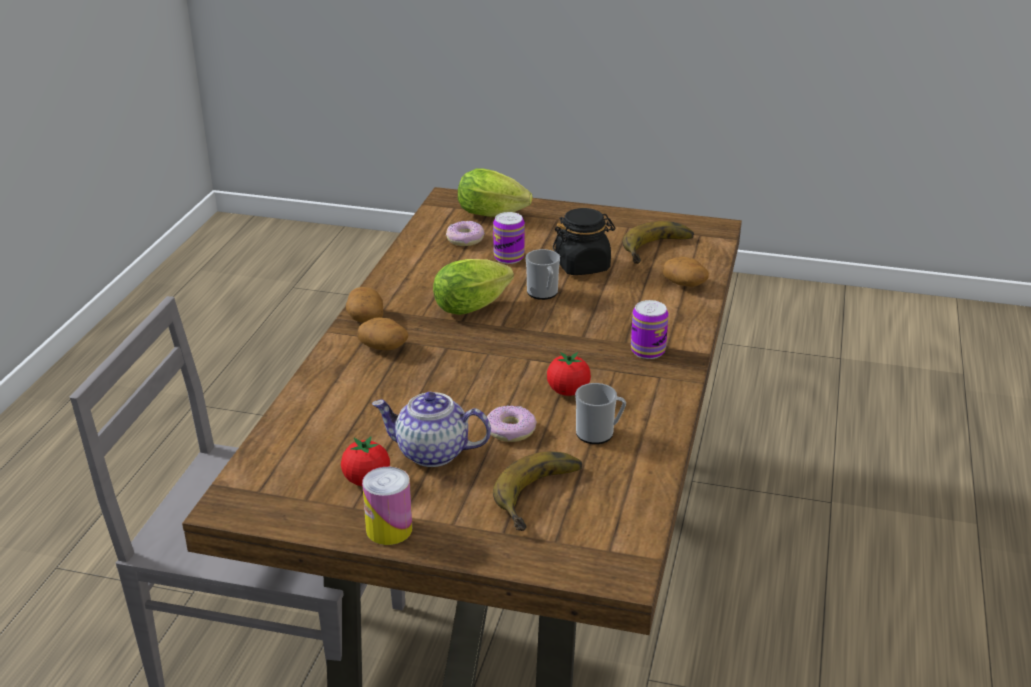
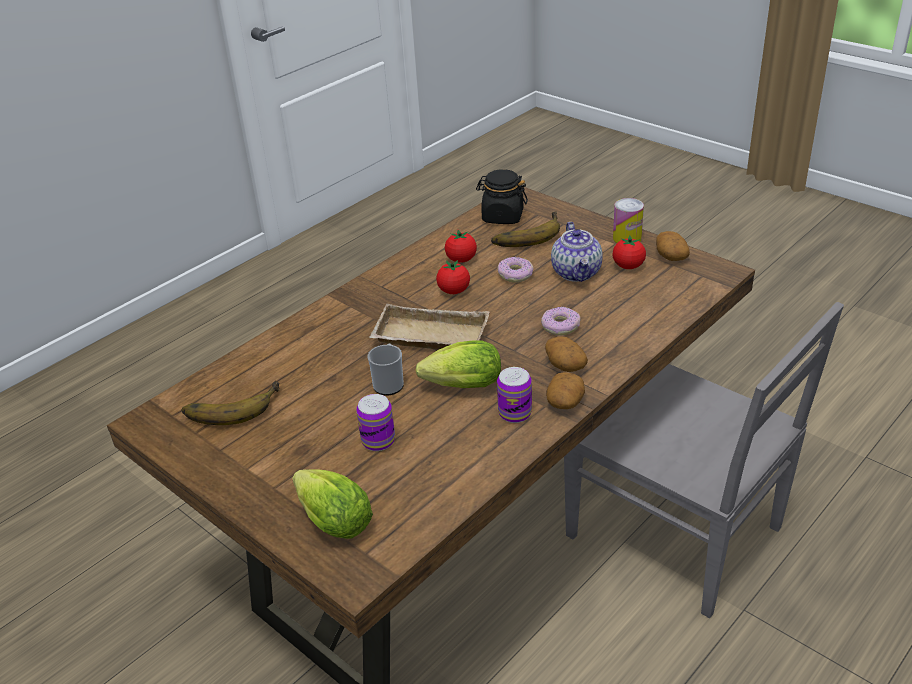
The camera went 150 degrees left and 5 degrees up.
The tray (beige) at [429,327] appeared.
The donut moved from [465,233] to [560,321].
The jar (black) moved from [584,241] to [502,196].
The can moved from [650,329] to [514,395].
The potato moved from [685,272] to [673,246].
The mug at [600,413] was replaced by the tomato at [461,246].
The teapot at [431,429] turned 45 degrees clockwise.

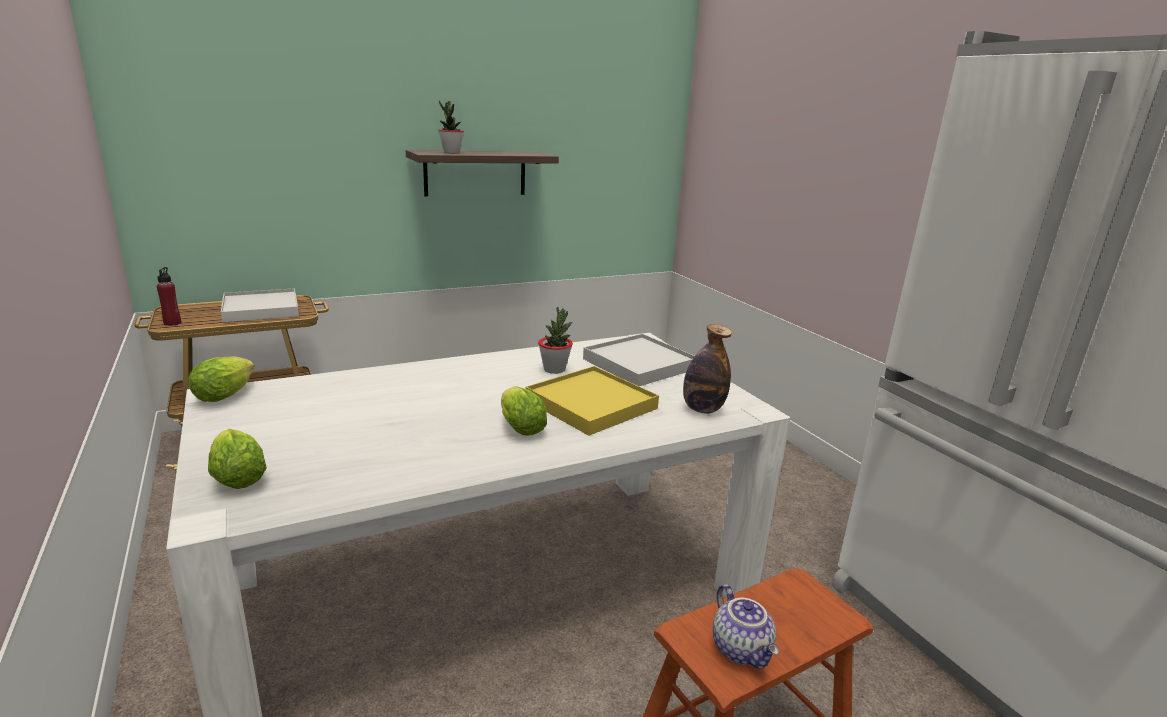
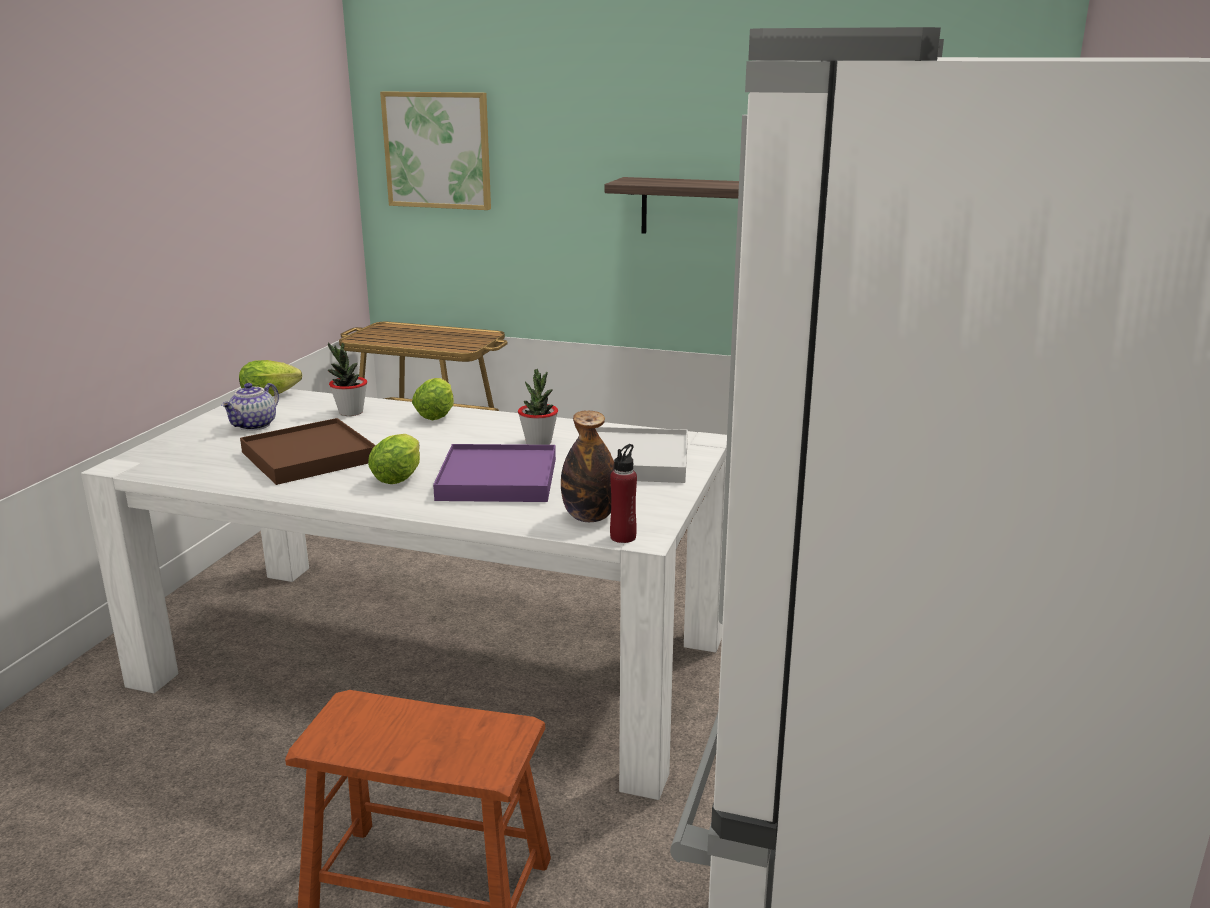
The camera went 45 degrees right and 0 degrees up.
The tray (white) at [260,305] disappeared.
The tray (brown) at [308,451] appeared.
The picture at [435,150] appeared.
The bottle (red) moved from [169,296] to [623,493].
The lettuce moved from [237,459] to [433,399].
The potted plant moved from [451,127] to [347,379].
The teapot moved from [746,626] to [250,407].
The tray (yellow) at [592,401] became the tray (purple) at [494,473].

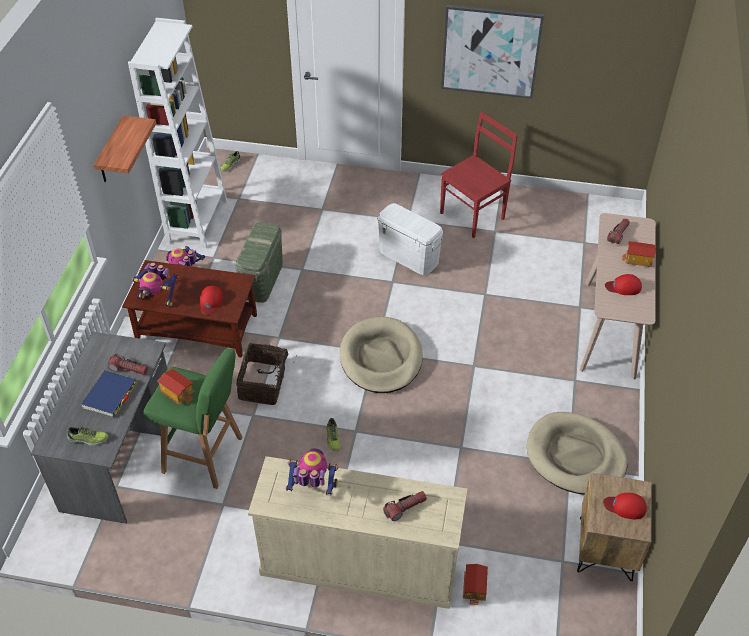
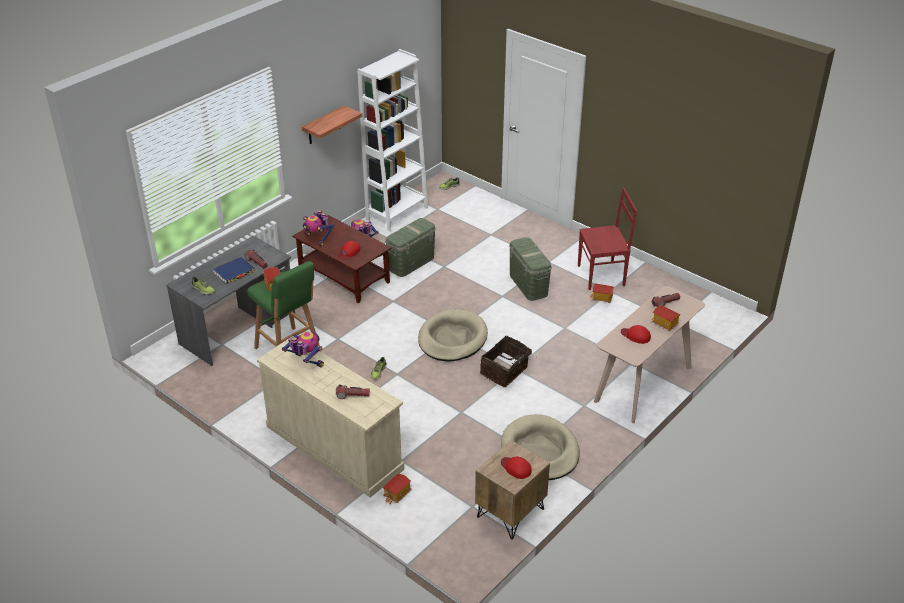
The camera went 30 degrees right and 10 degrees down.
The picture at [492,52] disappeared.
The toy house at [602,293] appeared.
The basket moved from [266,374] to [508,361].
The storage box (white) at [410,239] became the storage box (green) at [530,269].

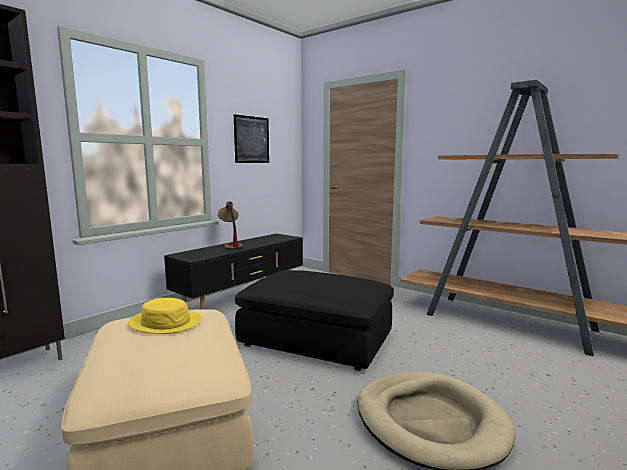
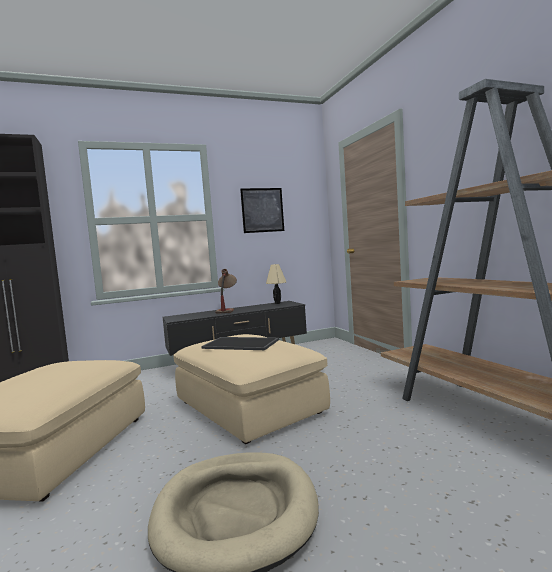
The camera went 30 degrees right and 5 degrees down.
The hat (yellow) at [165,316] disappeared.
The tray at [240,343] appeared.
The table lamp (beige) at [276,284] appeared.
The ottoman (black) at [314,320] became the ottoman (beige) at [251,389].

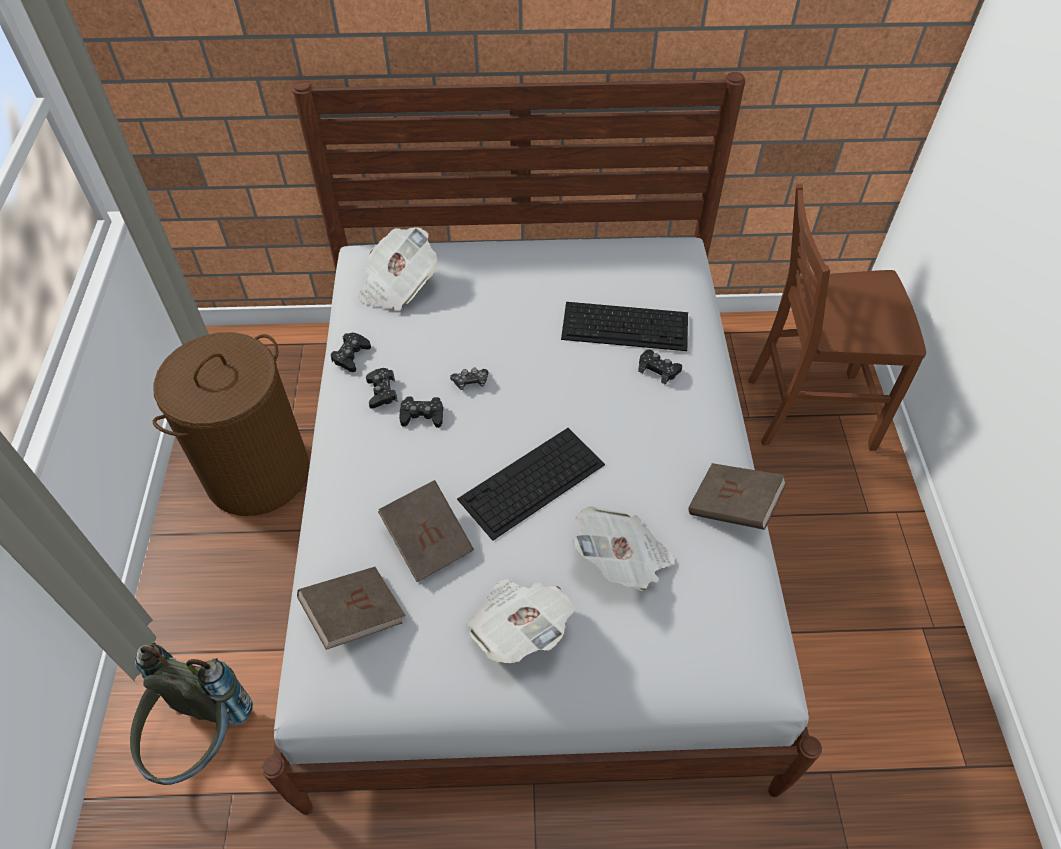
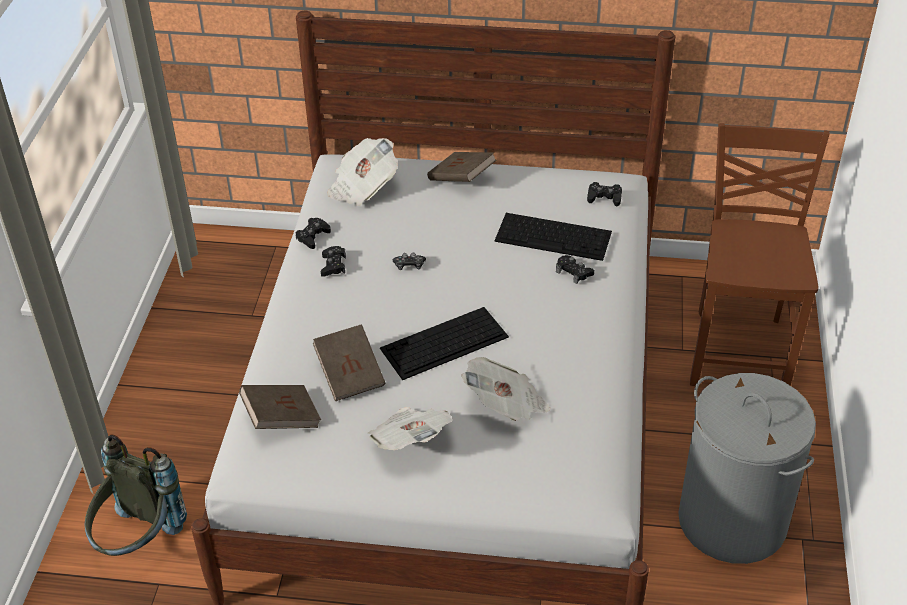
The camera went 10 degrees right and 10 degrees down.
The laundry basket (brown) at [231,424] disappeared.
The laundry basket (grey) at [747,468] appeared.
The game controller (black) moved from [421,412] to [604,194].
The book (brown) moved from [738,496] to [461,167].
The chair (brown) at [837,317] turned 90 degrees clockwise.

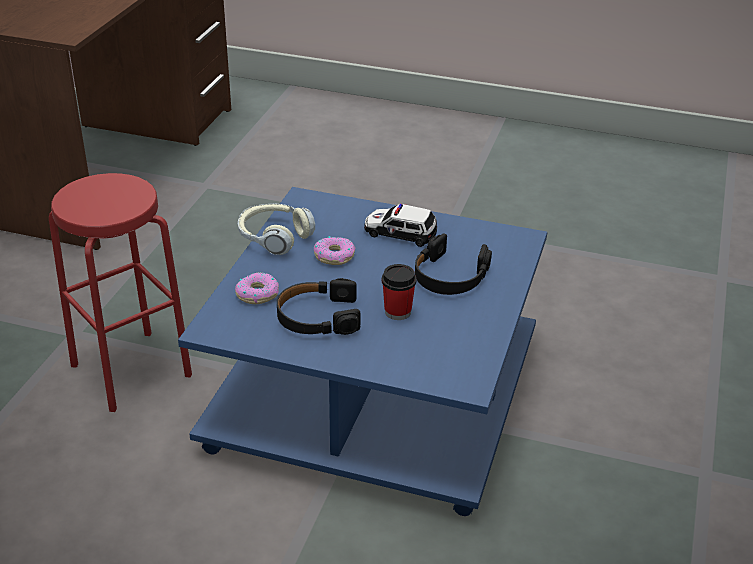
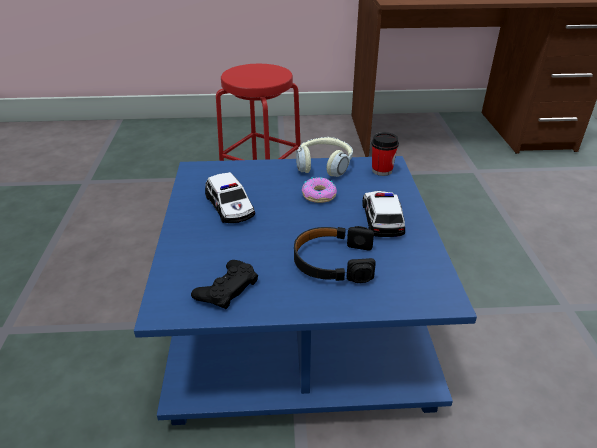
The camera went 70 degrees right and 0 degrees up.
The donut at [257,288] disappeared.
The game controller (black) at [224,284] appeared.
The cup moved from [399,292] to [385,154].
The headphones (black) at [319,306] was replaced by the toy car at [230,197].

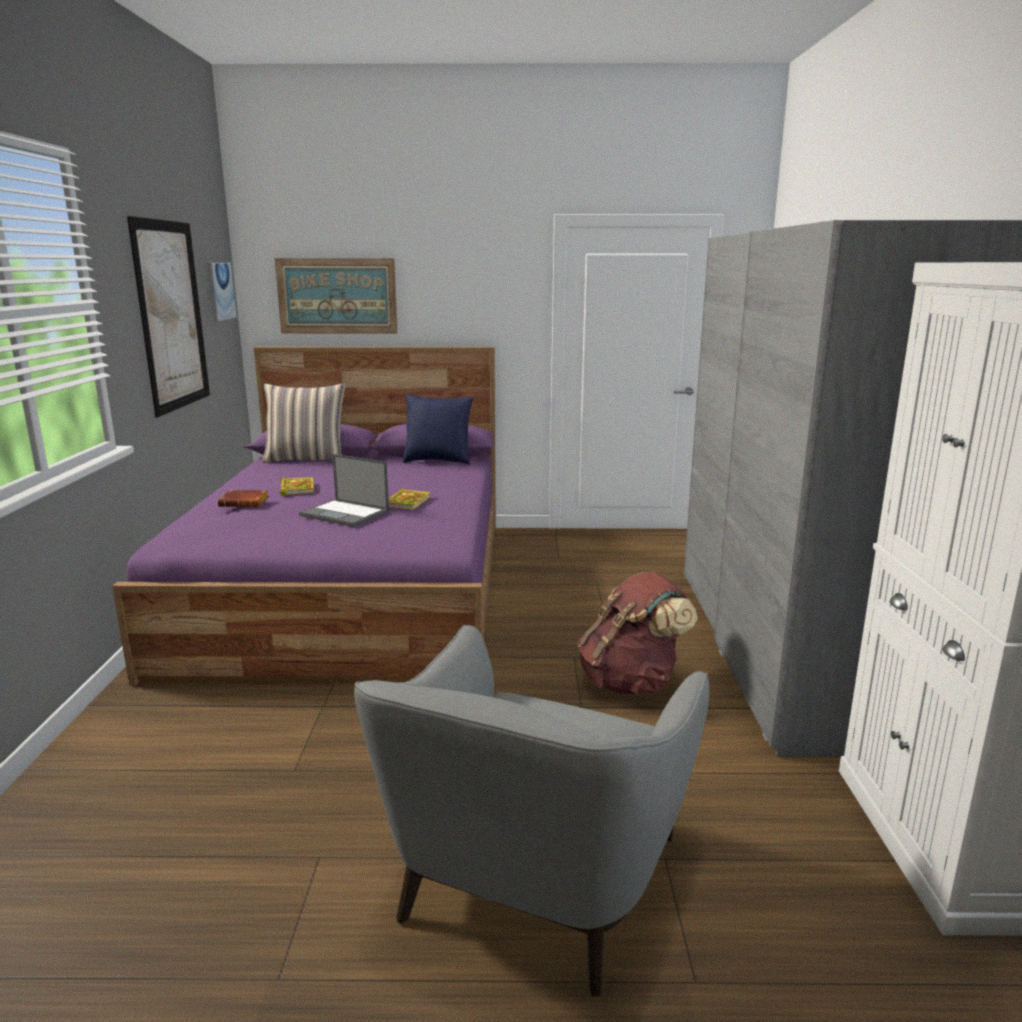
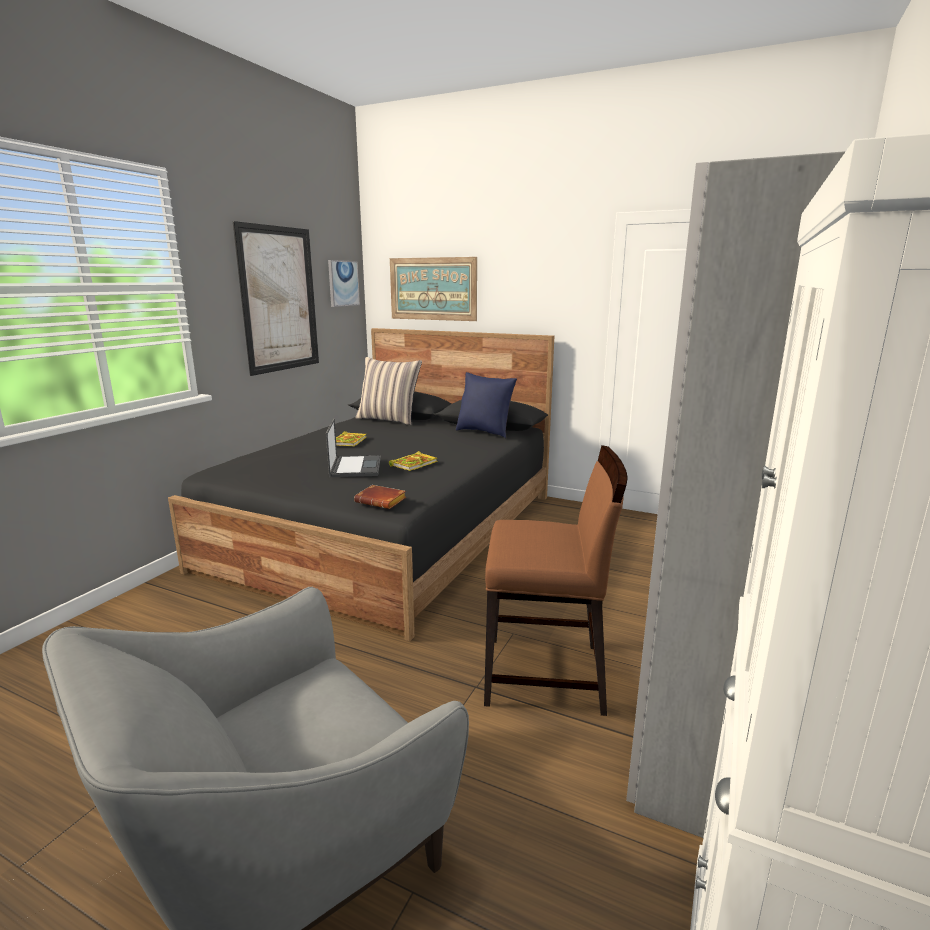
The camera went 25 degrees right and 0 degrees up.
The book (brown) moved from [243,498] to [380,497].
The backpack (brown) at [637,633] was replaced by the chair (brown) at [555,580].
The bed (purple) at [304,516] became the bed (black) at [361,484].
The laptop at [344,490] turned 150 degrees counterclockwise.

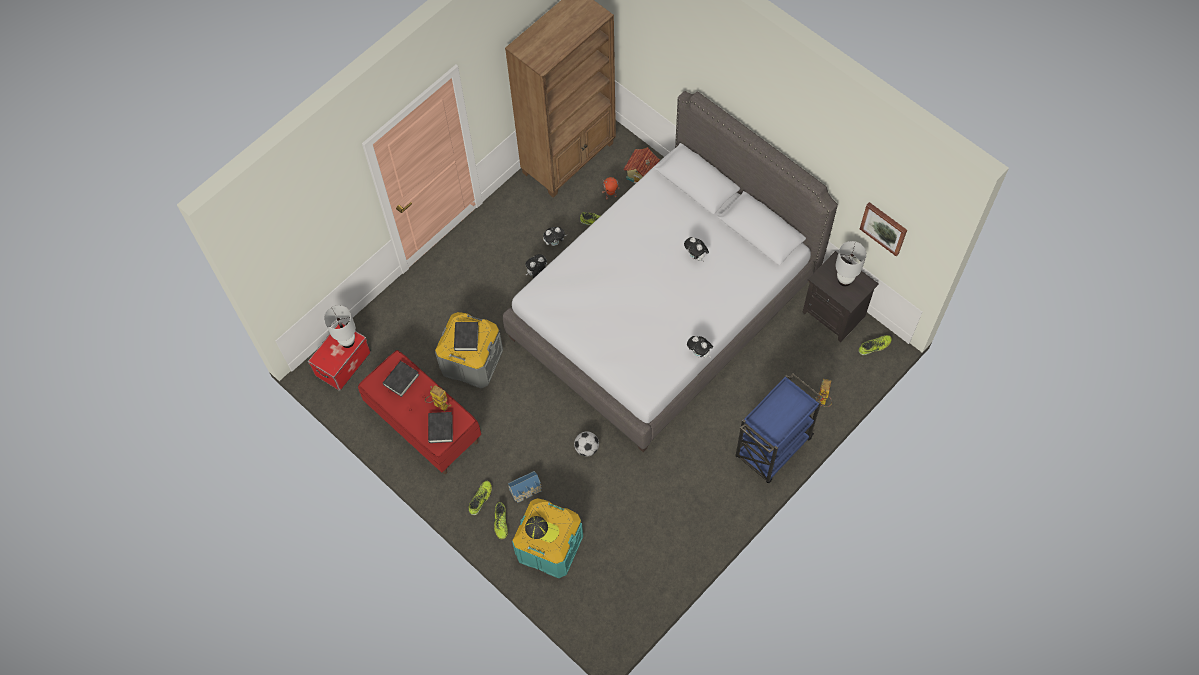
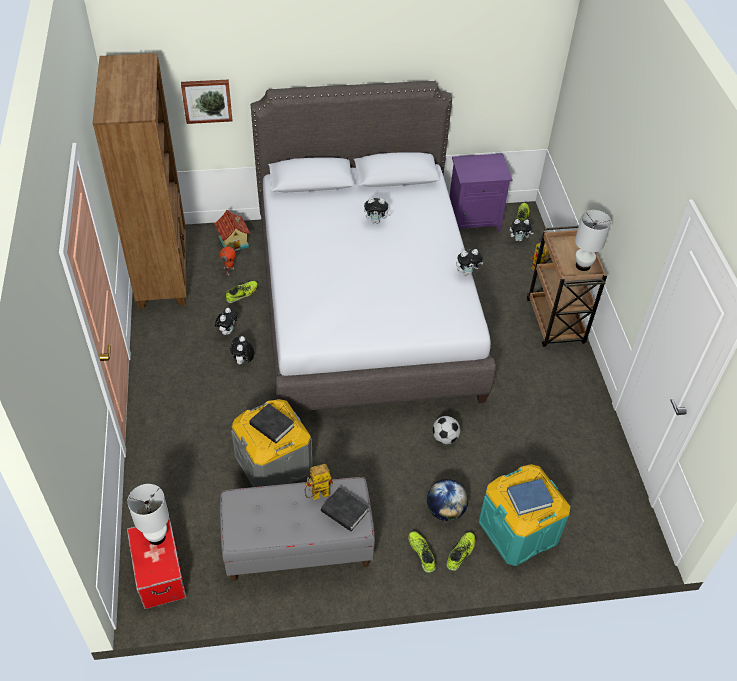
The camera went 55 degrees left and 15 degrees down.
The book (black) at [401,379] disappeared.
The plush toy at [521,230] appeared.
The table lamp (white) moved from [851,264] to [593,240].
The picture moved from [883,229] to [207,101].
The toy house at [525,487] was replaced by the globe at [447,500].
The cap at [542,529] was replaced by the book (blue) at [530,497].
The bench (red) at [419,412] became the bench (grey) at [297,529].
The cart (blue) at [779,428] became the cart (brown) at [567,286].
The nightstand (black) at [840,296] became the nightstand (purple) at [481,192].
The shoe at [501,520] turned 90 degrees counterclockwise.

